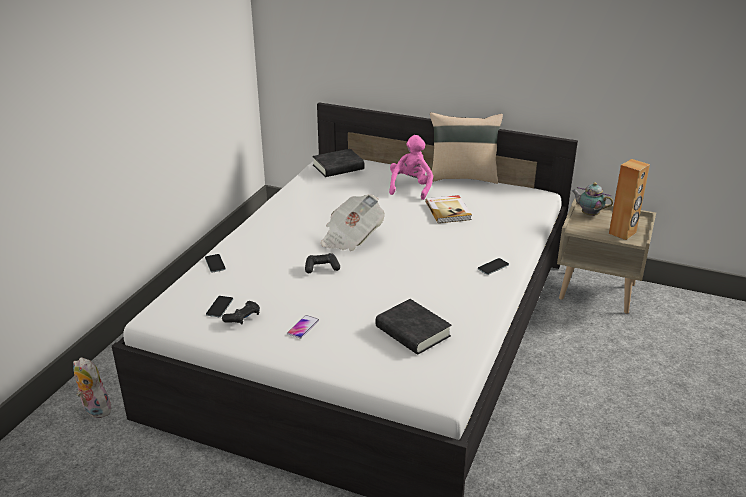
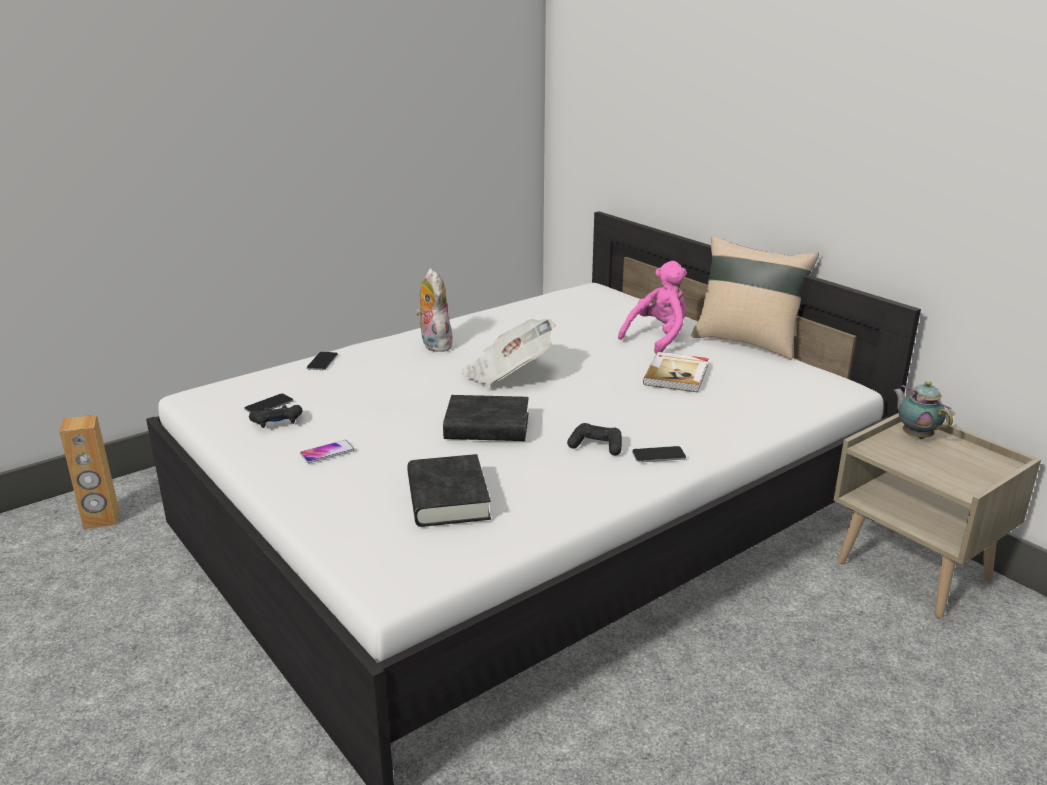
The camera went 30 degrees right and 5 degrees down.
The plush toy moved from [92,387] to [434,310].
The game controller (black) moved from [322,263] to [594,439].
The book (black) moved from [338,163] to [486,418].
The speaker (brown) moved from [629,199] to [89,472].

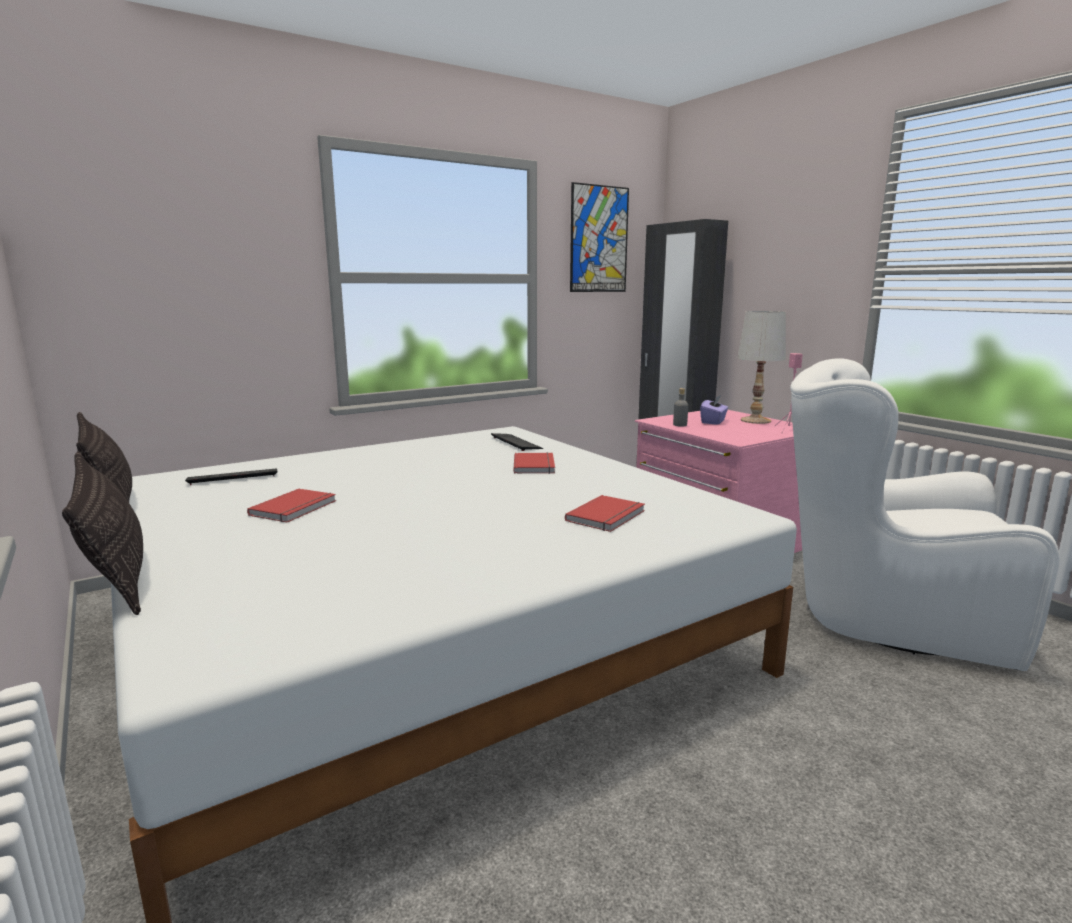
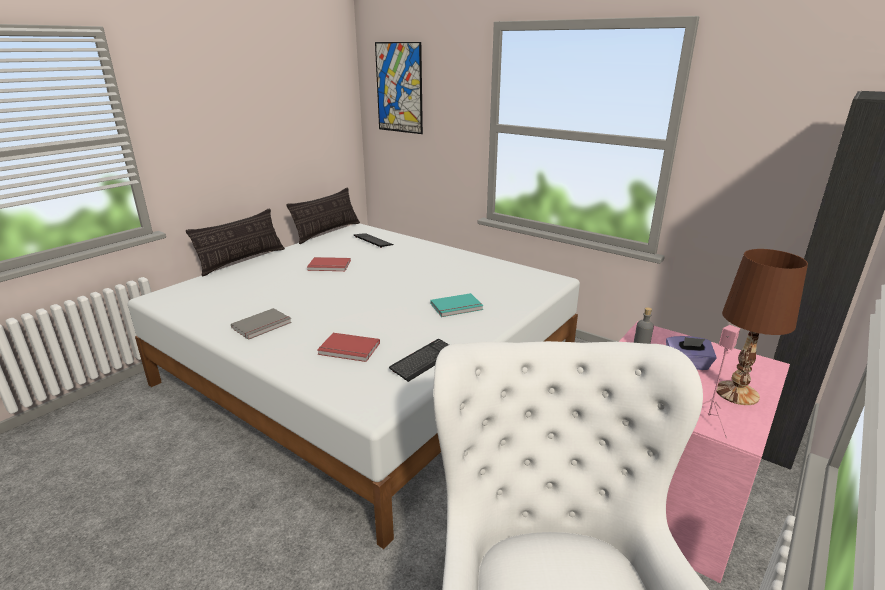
The camera went 70 degrees right and 10 degrees up.
The book (grey) at [261,324] appeared.
The keyboard moved from [517,442] to [419,360].
The picture moved from [599,237] to [399,88].
The book (red) at [534,463] became the book (turquoise) at [456,305].
The table lamp (white) at [762,367] became the table lamp (brown) at [762,327].

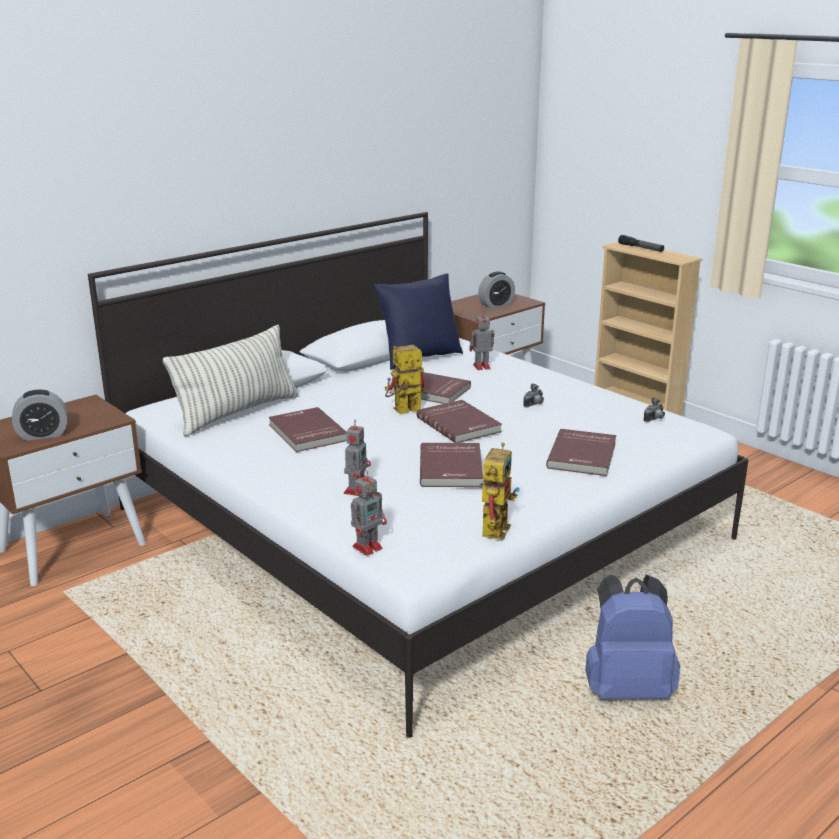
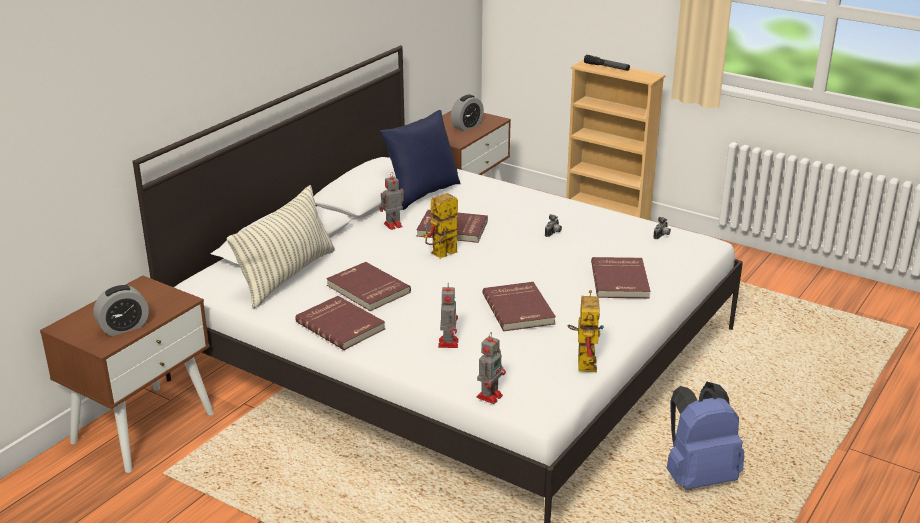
The camera went 15 degrees left and 5 degrees up.
The book (red) moved from [459,421] to [340,323].
The toy robot moved from [481,340] to [391,201].

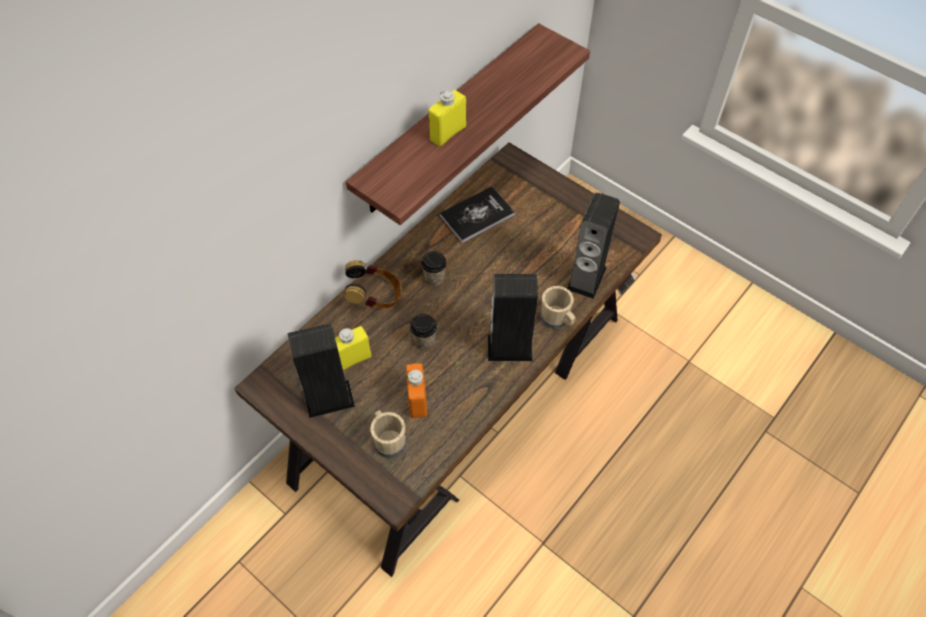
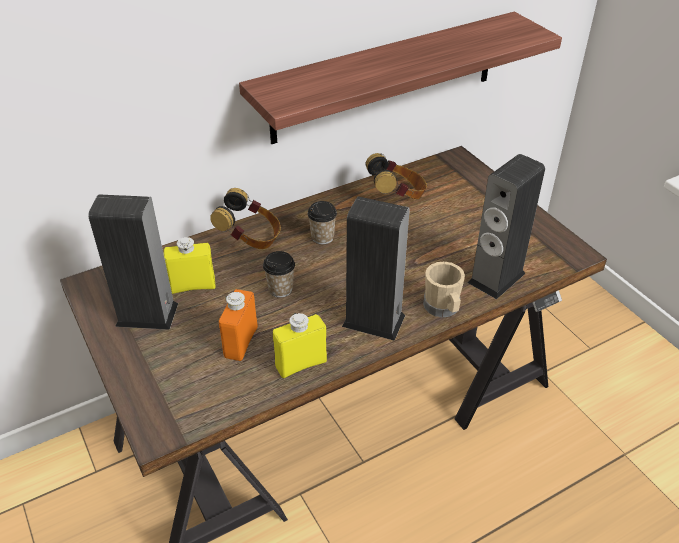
The camera went 20 degrees right and 15 degrees down.
The mug (beige) at [388,434] disappeared.
The bottle (yellow) moved from [447,118] to [300,345].
The book at [477,214] was replaced by the headphones at [396,176].

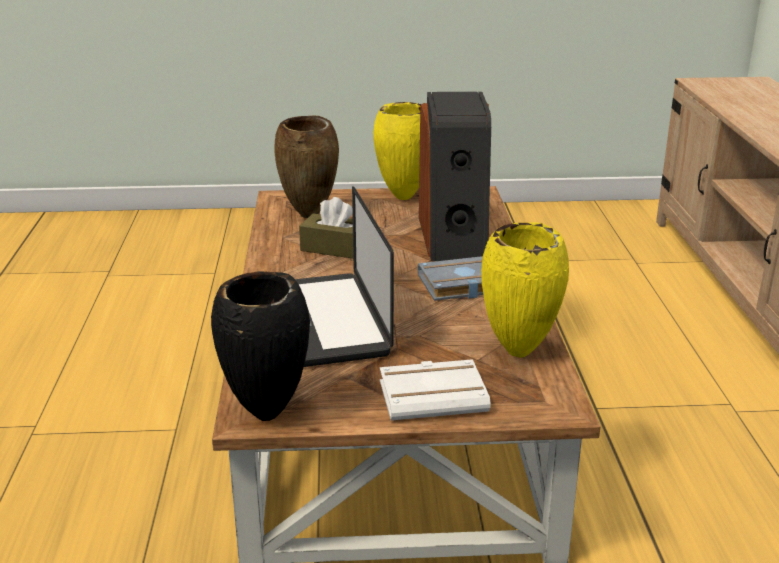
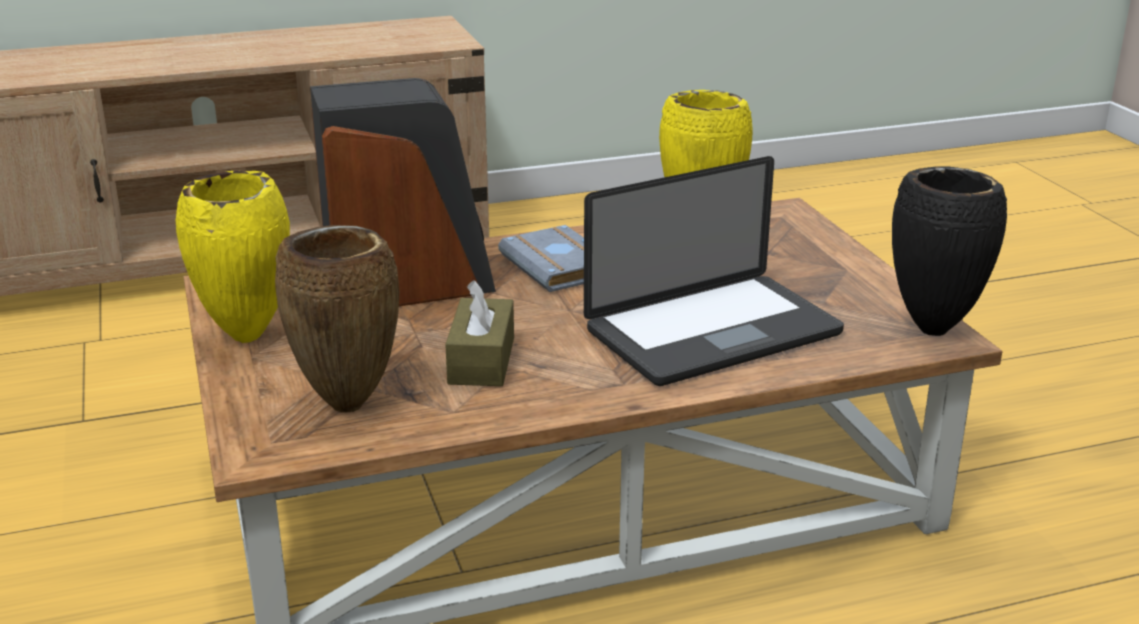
The camera went 105 degrees left and 0 degrees up.
The book (white) at [435,390] disappeared.

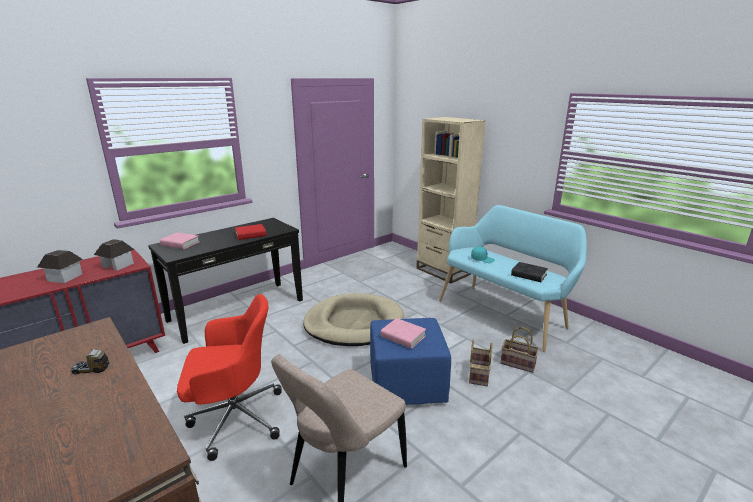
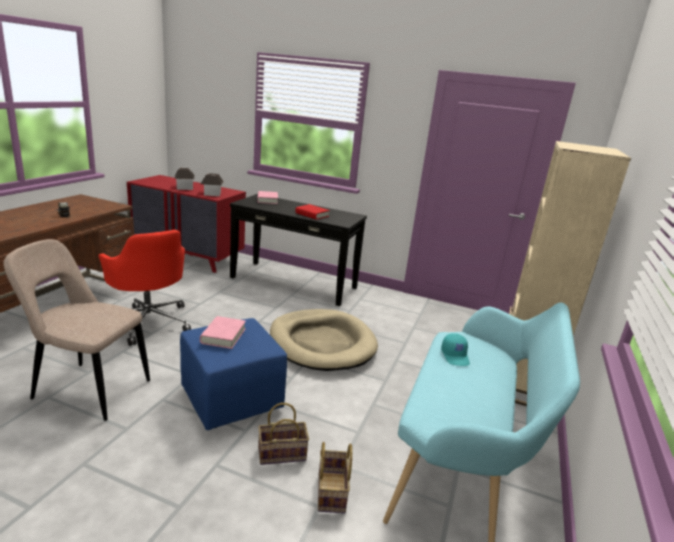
The camera went 60 degrees right and 0 degrees up.
The book (black) at [529,272] disappeared.

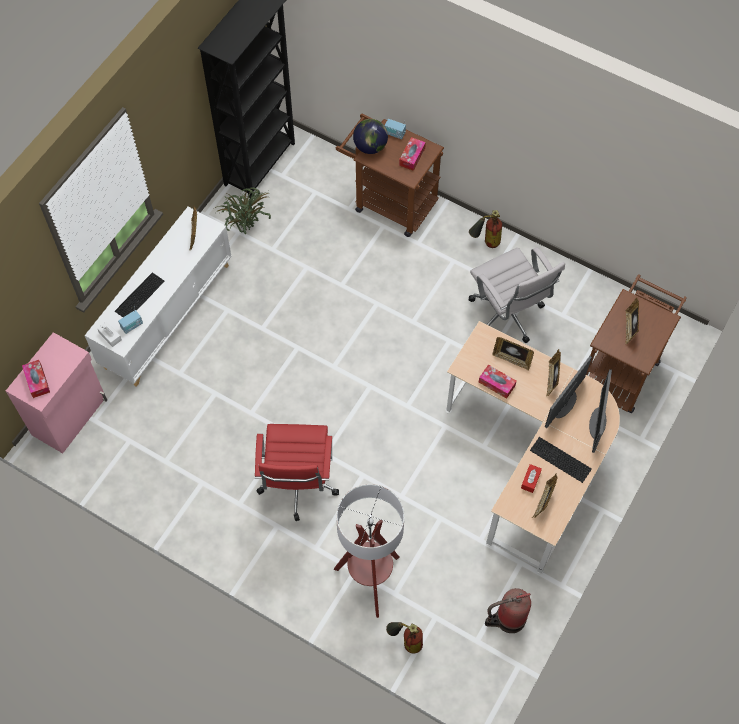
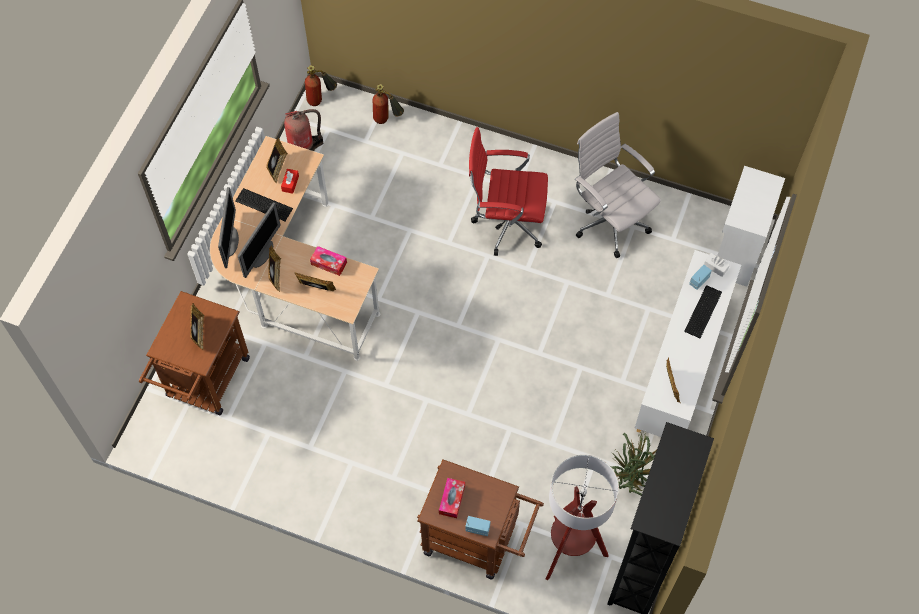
The camera went 170 degrees right and 0 degrees up.
The tissue box at [36,379] disappeared.
The globe at [370,136] disappeared.
The floor lamp moved from [369,551] to [582,517].
The fire extinguisher moved from [485,229] to [321,85].
The office chair (white) moved from [517,295] to [618,185].
The cabinet (pink) at [56,392] became the cabinet (white) at [751,226].
The office chair (red) at [297,472] turned 75 degrees counterclockwise.

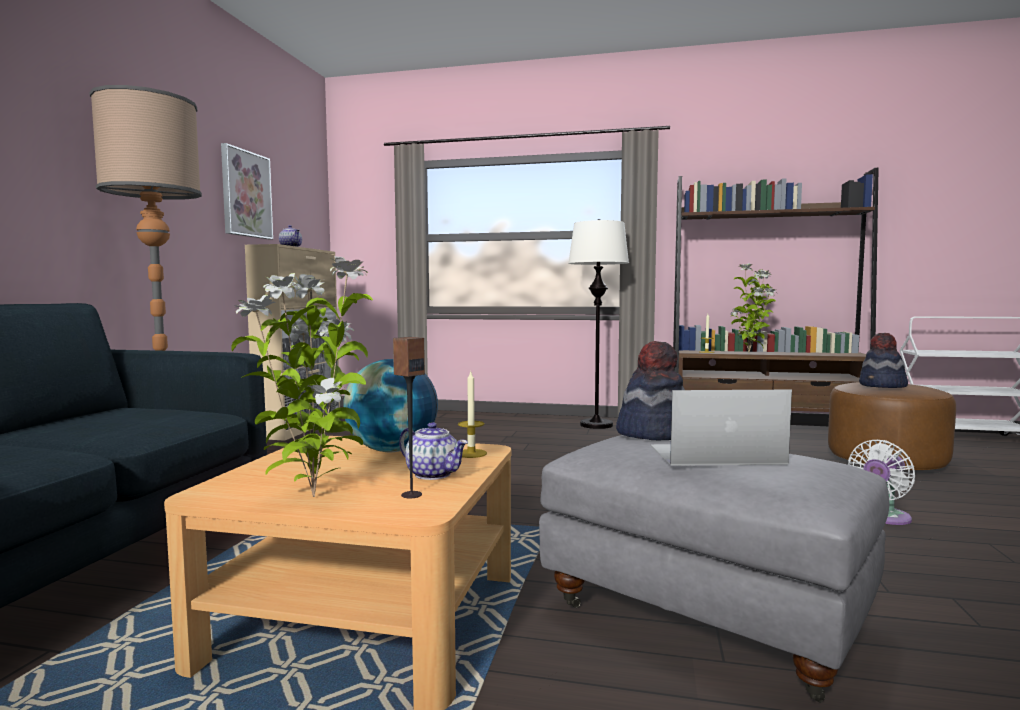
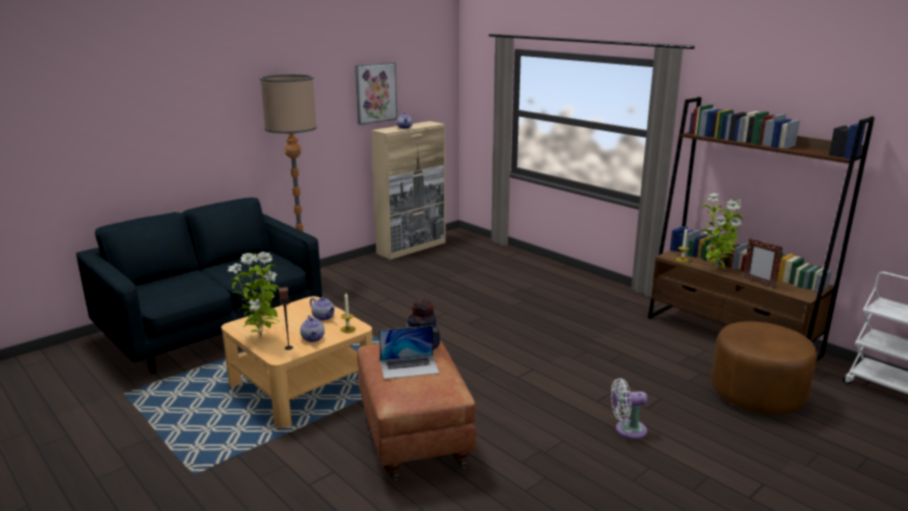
The camera went 35 degrees right and 15 degrees up.
The floor lamp (white) at [598,324] disappeared.
The hat at [883,360] disappeared.
The picture frame at [763,263] appeared.
The globe at [390,405] was replaced by the teapot at [323,309].
The ottoman (grey) at [714,569] became the ottoman (brown) at [416,410].
The laptop at [721,428] turned 135 degrees clockwise.

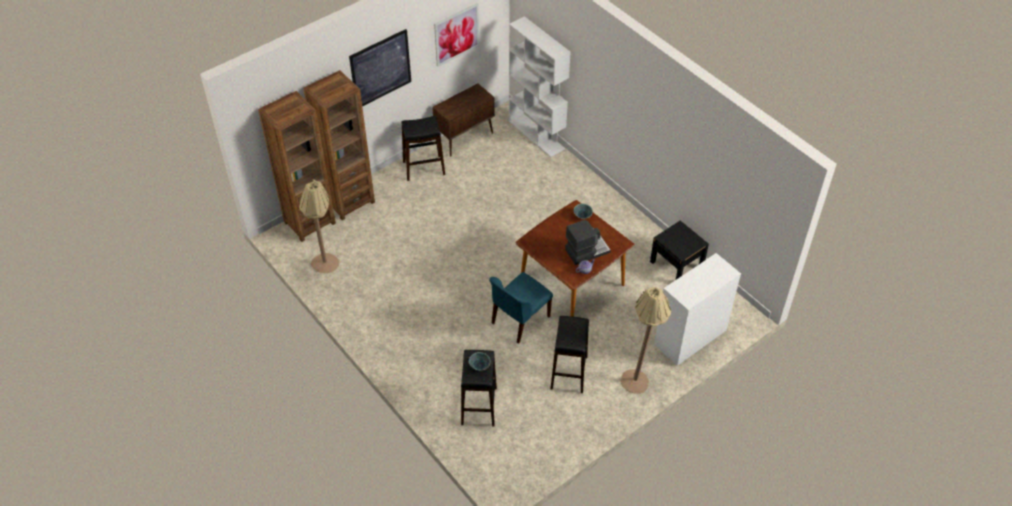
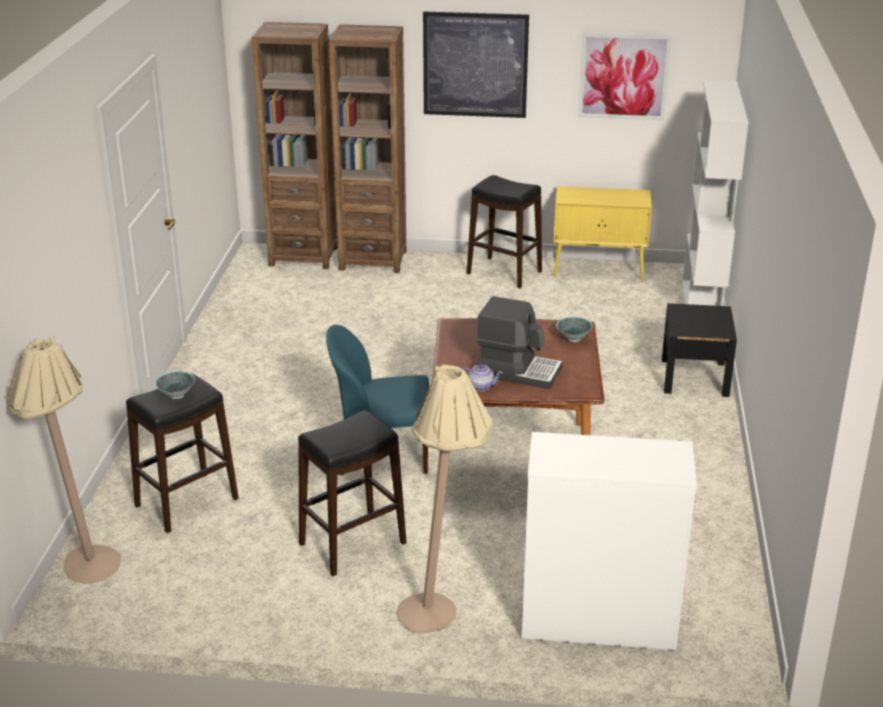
The camera went 45 degrees right and 20 degrees down.
The floor lamp (beige) moved from [319,226] to [64,459].
The nightstand (black) moved from [679,250] to [699,350].
The cabinet (brown) at [463,120] became the cabinet (yellow) at [602,234].

